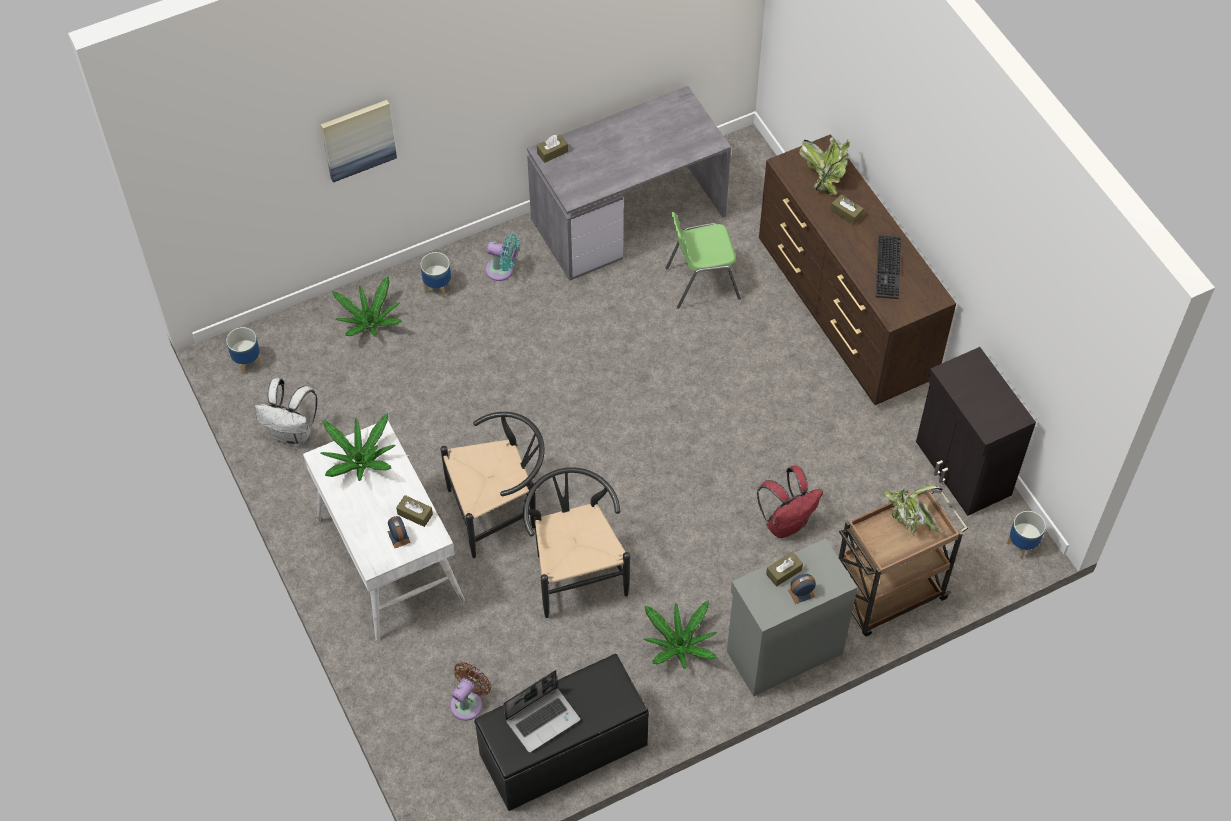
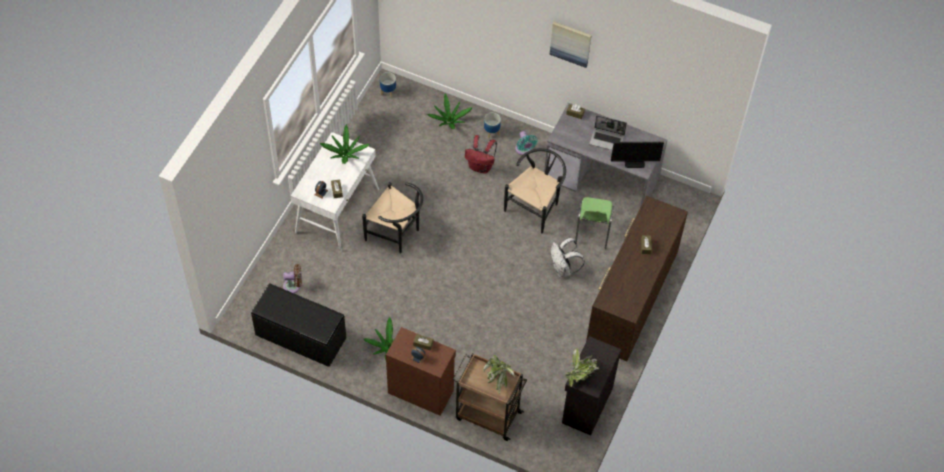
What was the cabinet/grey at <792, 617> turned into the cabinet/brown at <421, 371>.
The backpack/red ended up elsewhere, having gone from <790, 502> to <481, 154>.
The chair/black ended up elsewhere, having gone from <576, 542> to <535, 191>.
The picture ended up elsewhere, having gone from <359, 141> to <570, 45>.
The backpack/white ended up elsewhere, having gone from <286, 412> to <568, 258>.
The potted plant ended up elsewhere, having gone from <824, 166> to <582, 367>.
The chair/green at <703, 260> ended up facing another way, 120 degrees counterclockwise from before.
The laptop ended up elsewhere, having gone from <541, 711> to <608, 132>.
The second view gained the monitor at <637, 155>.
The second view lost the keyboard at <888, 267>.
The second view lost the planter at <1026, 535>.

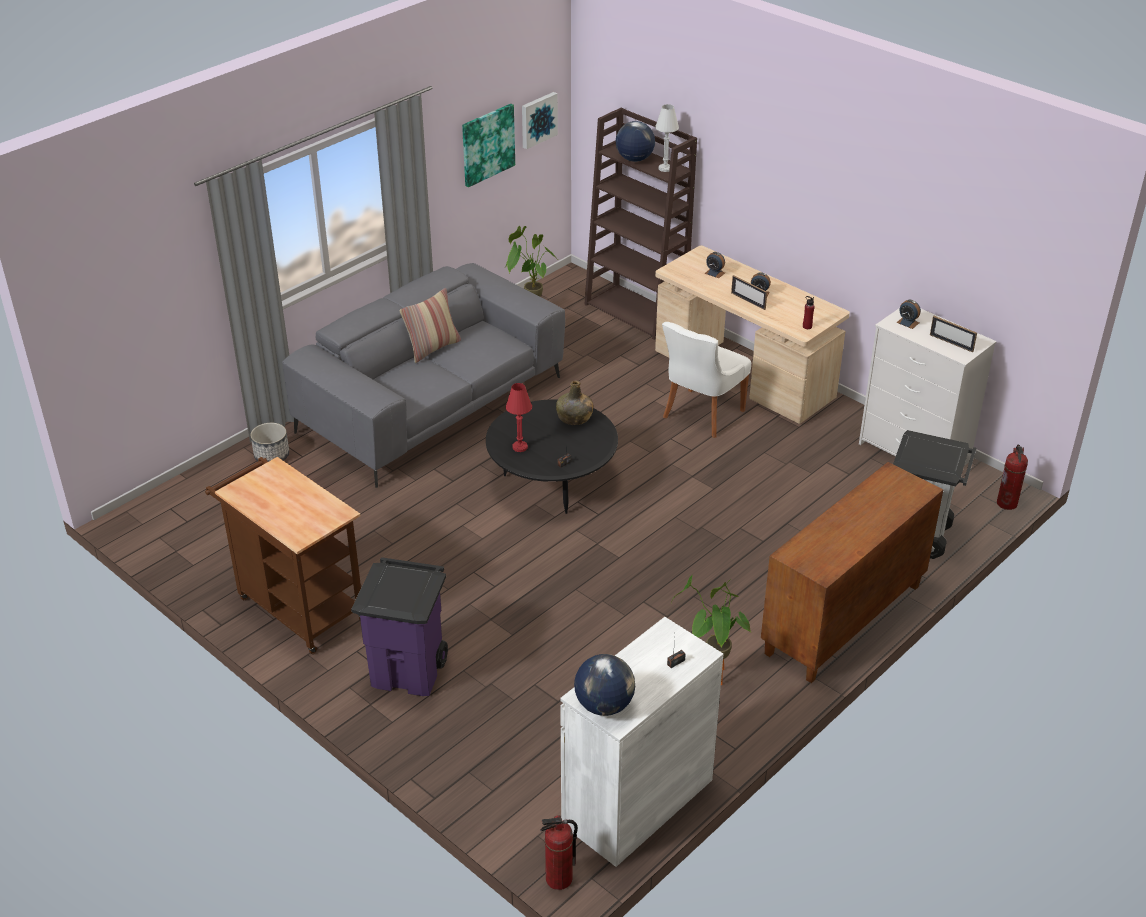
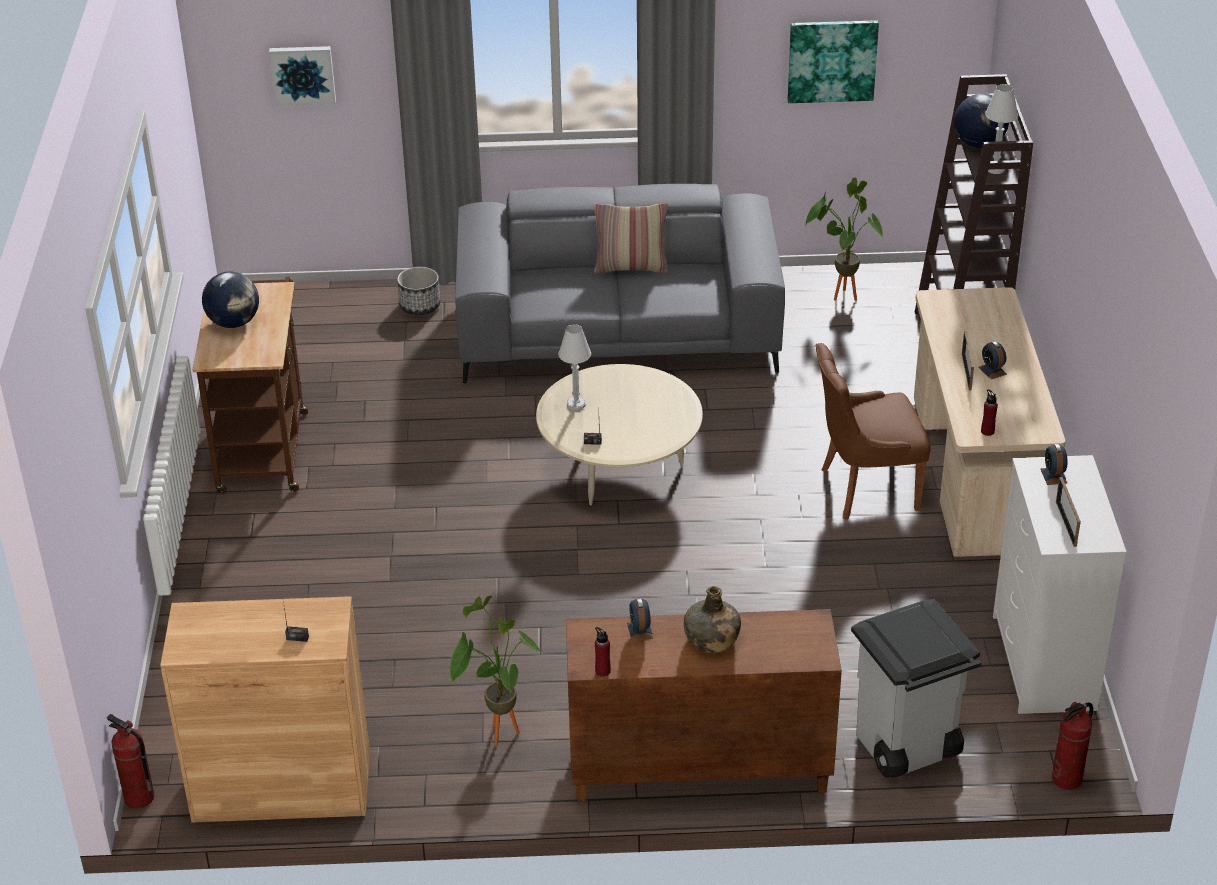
What was the cabinet/white at <641, 742> turned into the cabinet/brown at <265, 709>.
The globe ended up elsewhere, having gone from <604, 685> to <230, 299>.
The picture ended up elsewhere, having gone from <540, 120> to <302, 76>.
What was the coffee table/black at <552, 457> turned into the coffee table/beige at <619, 434>.
What was the table lamp/red at <519, 417> turned into the table lamp/white at <575, 367>.
The second view gained the bottle/red at <603, 652>.
The alarm clock ended up elsewhere, having gone from <715, 265> to <640, 619>.
The bottle/green ended up elsewhere, having gone from <574, 403> to <712, 619>.
What was the chair/white at <706, 380> turned into the chair/brown at <873, 431>.
The second view lost the trash can/purple at <399, 626>.

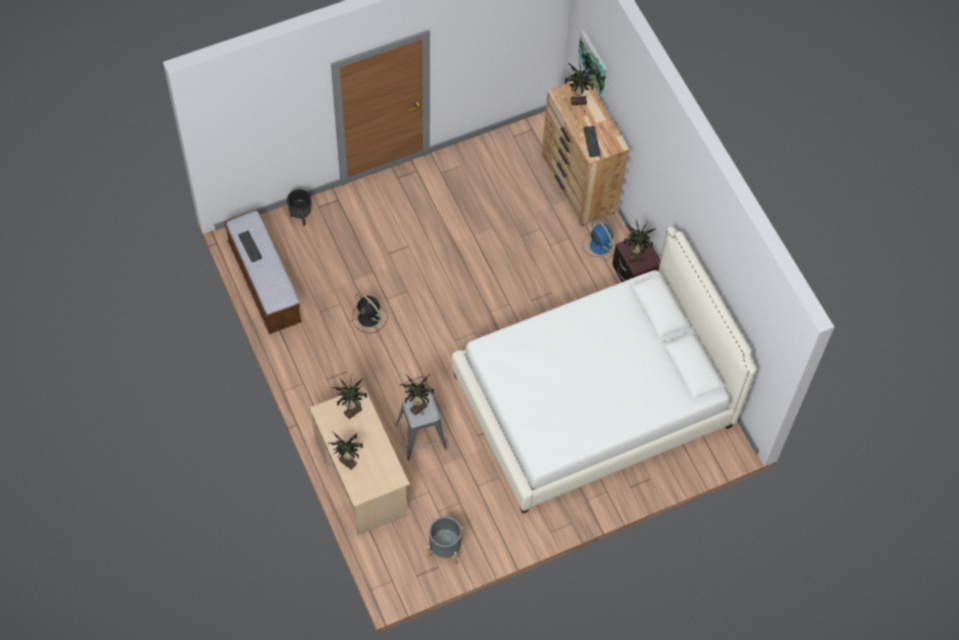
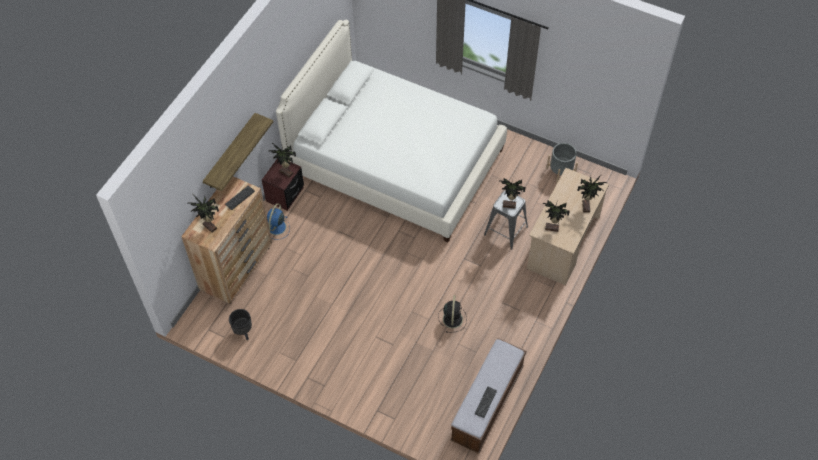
The second view gained the shelf at <238, 152>.
The planter/black ended up elsewhere, having gone from <299, 207> to <240, 324>.
The second view lost the picture at <592, 62>.

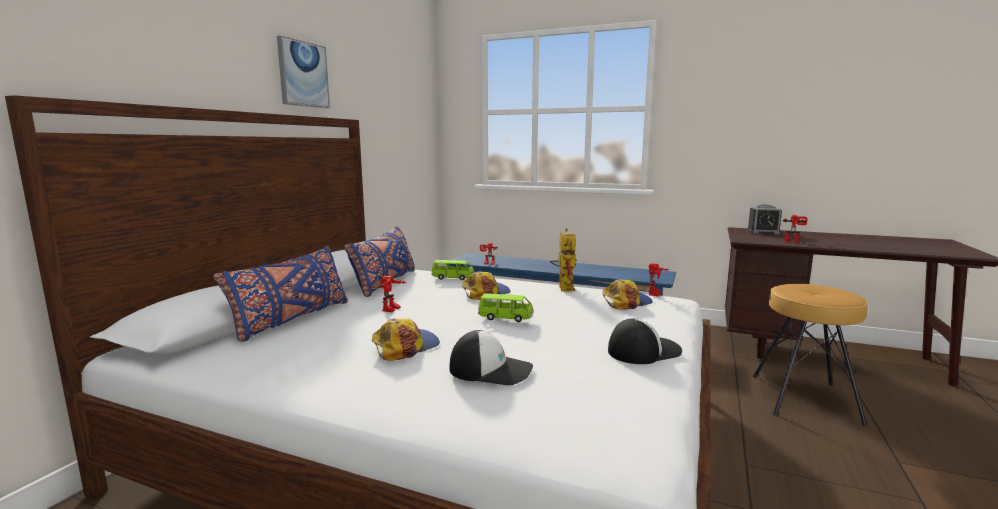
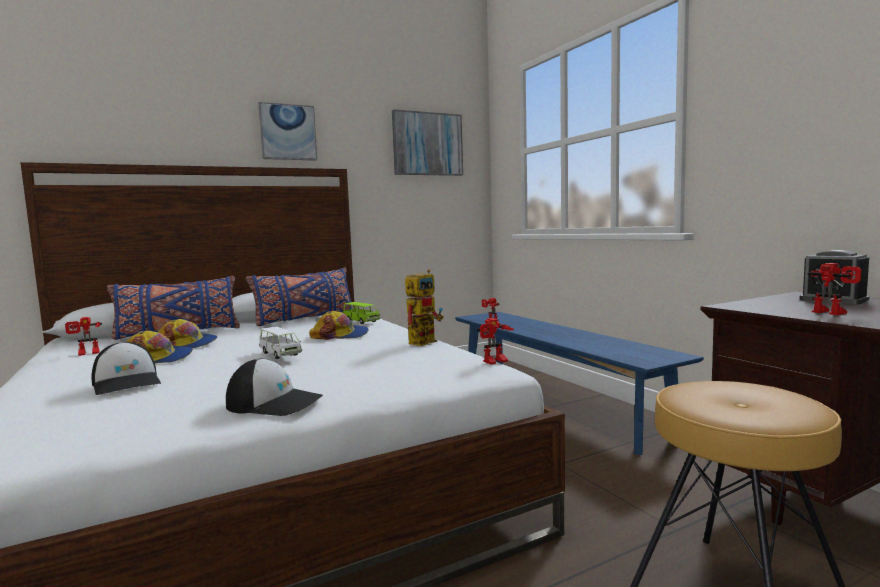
The toy robot ended up elsewhere, having gone from <392, 294> to <83, 336>.
The cap ended up elsewhere, having gone from <627, 294> to <188, 333>.
What was the toy car/green at <506, 307> turned into the toy car/white at <280, 343>.
The second view gained the picture at <427, 142>.

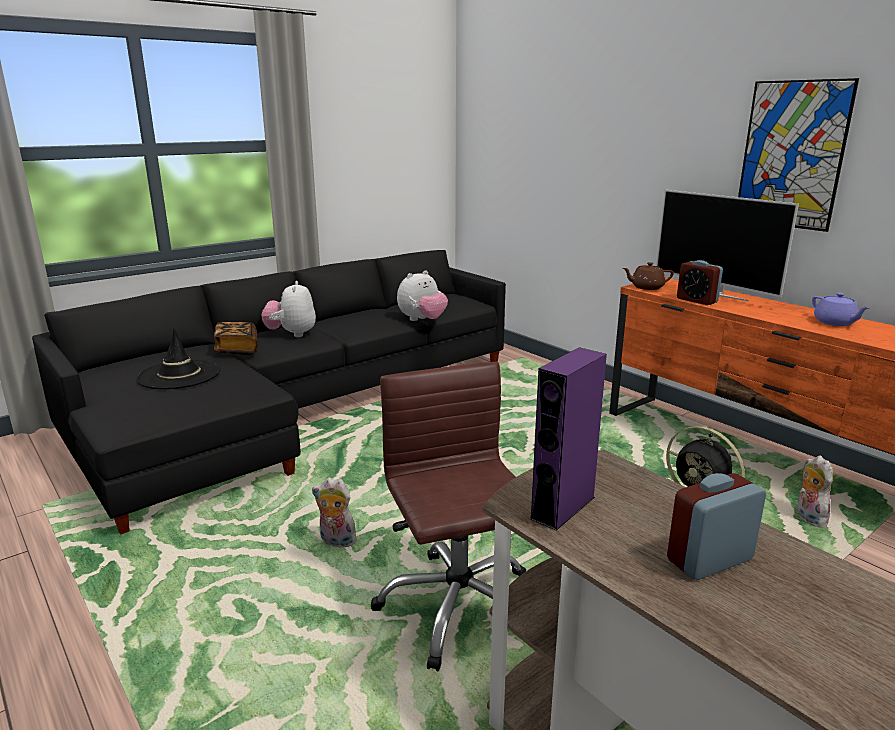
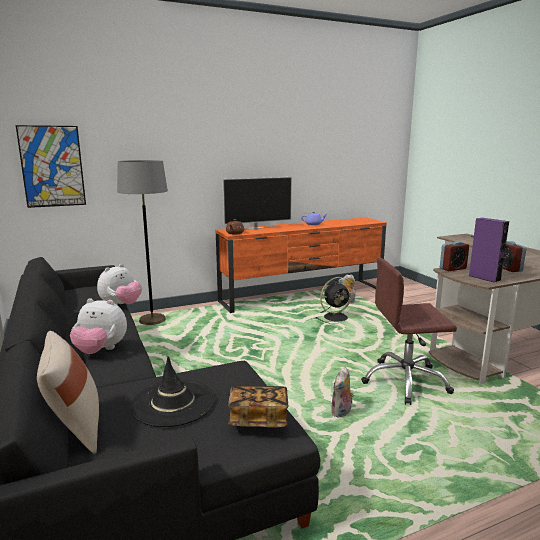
The picture ended up elsewhere, having gone from <798, 155> to <51, 166>.
The second view gained the pillow/beige at <68, 392>.
The plush toy at <422, 295> ended up facing another way, 60 degrees clockwise from before.
The second view gained the floor lamp/grey at <142, 242>.
The book ended up elsewhere, having gone from <236, 338> to <258, 407>.
The alarm clock ended up elsewhere, having gone from <700, 282> to <454, 256>.

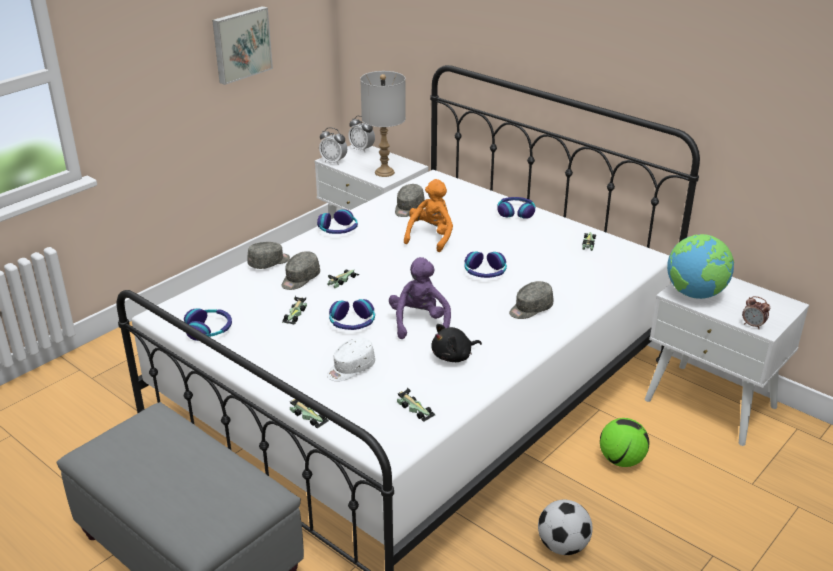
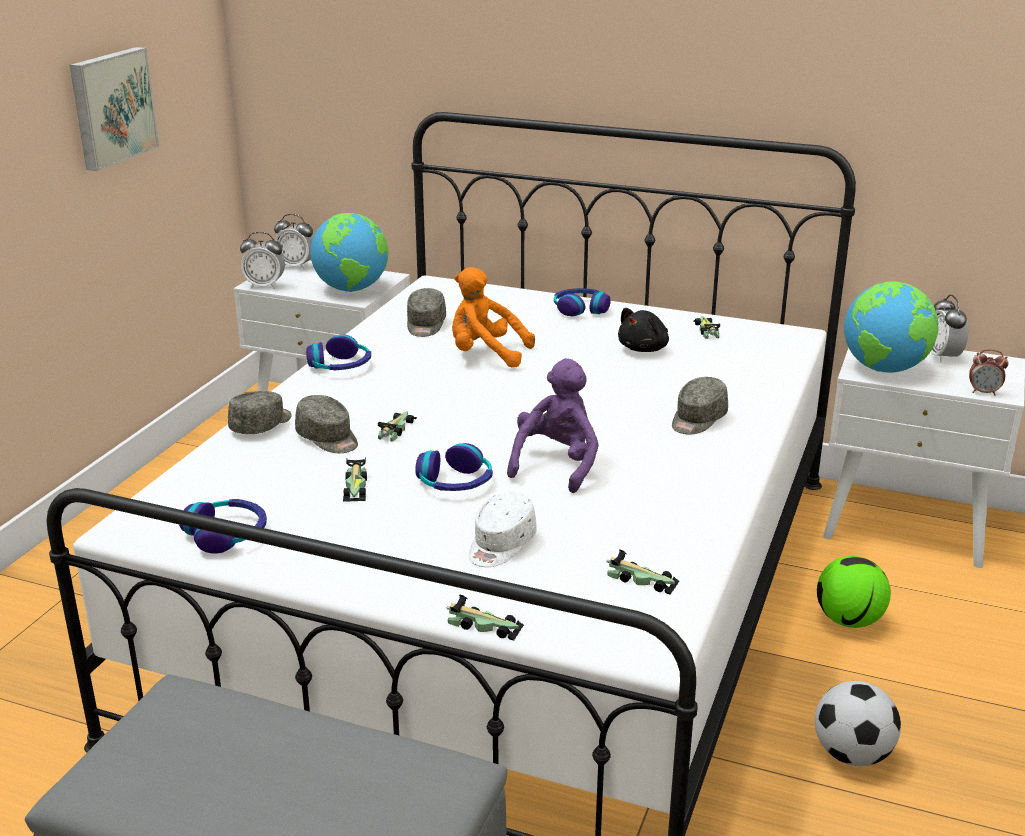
The cap/grey at <301, 270> ended up facing another way, 60 degrees counterclockwise from before.
Where the table lamp/grey stood at <383, 124>, the globe came to stand at <350, 252>.
The plush toy/orange at <428, 215> ended up facing another way, 75 degrees counterclockwise from before.
The plush toy/purple at <420, 298> ended up facing another way, 45 degrees clockwise from before.
The plush toy/black ended up elsewhere, having gone from <456, 343> to <643, 330>.
The second view gained the alarm clock at <950, 329>.
The second view lost the headphones at <485, 264>.

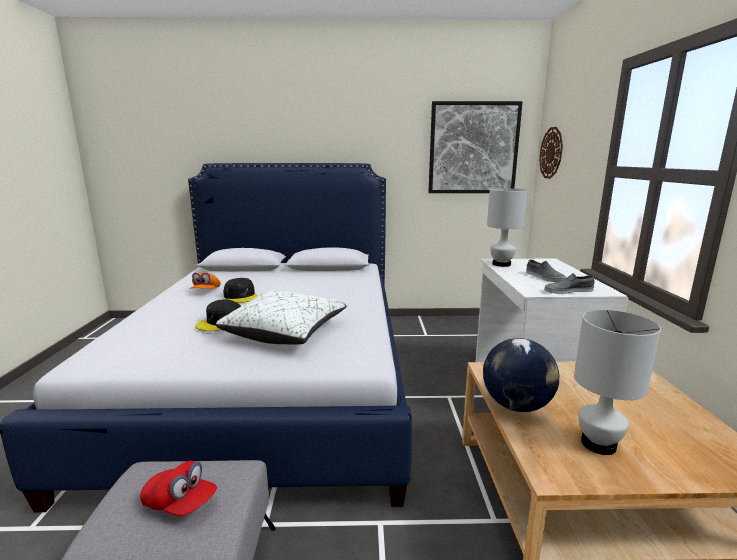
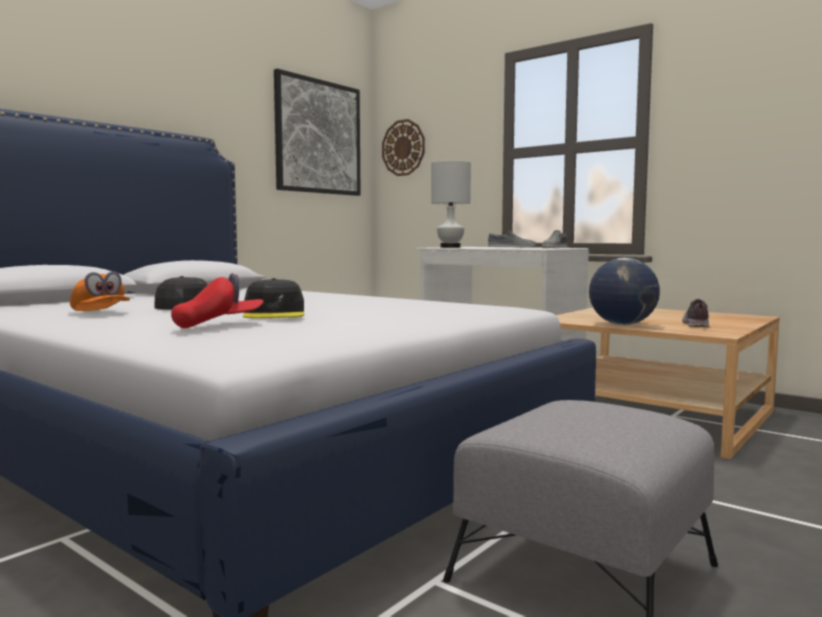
The cap/red ended up elsewhere, having gone from <178, 488> to <217, 300>.
Where the table lamp/white stood at <617, 382>, the shoe came to stand at <695, 313>.
The second view lost the pillow/white at <282, 318>.

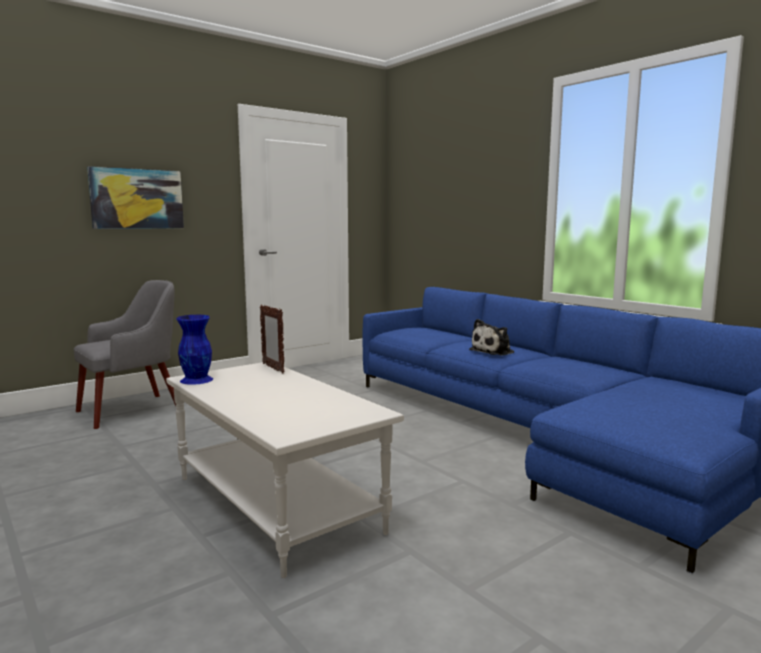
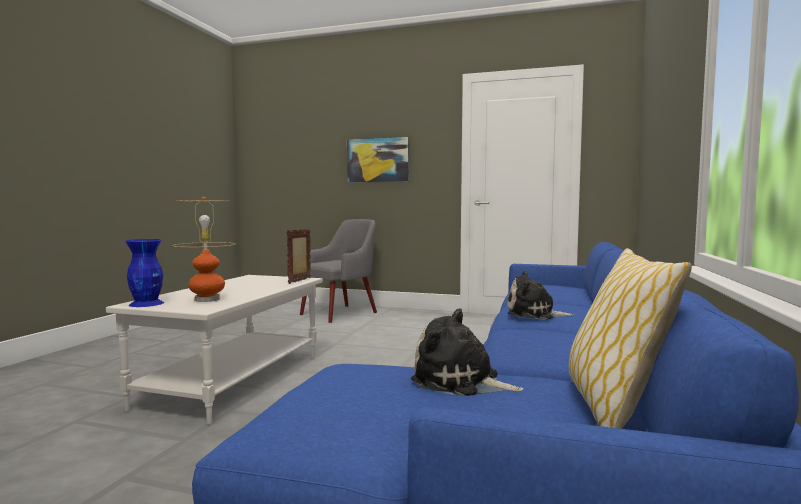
The vase/blue ended up elsewhere, having gone from <194, 350> to <144, 273>.
The second view gained the table lamp at <204, 249>.
The armchair/grey at <125, 354> ended up facing another way, 60 degrees counterclockwise from before.
The second view gained the plush toy at <467, 352>.
The second view gained the pillow at <630, 338>.

